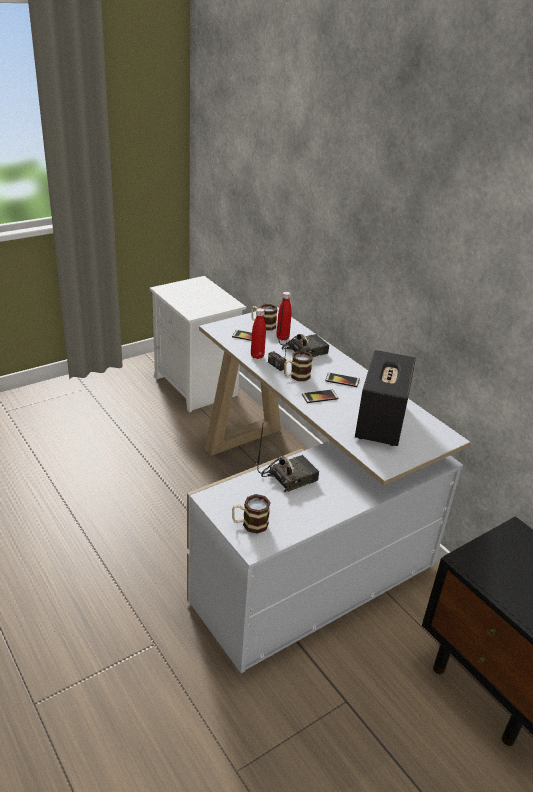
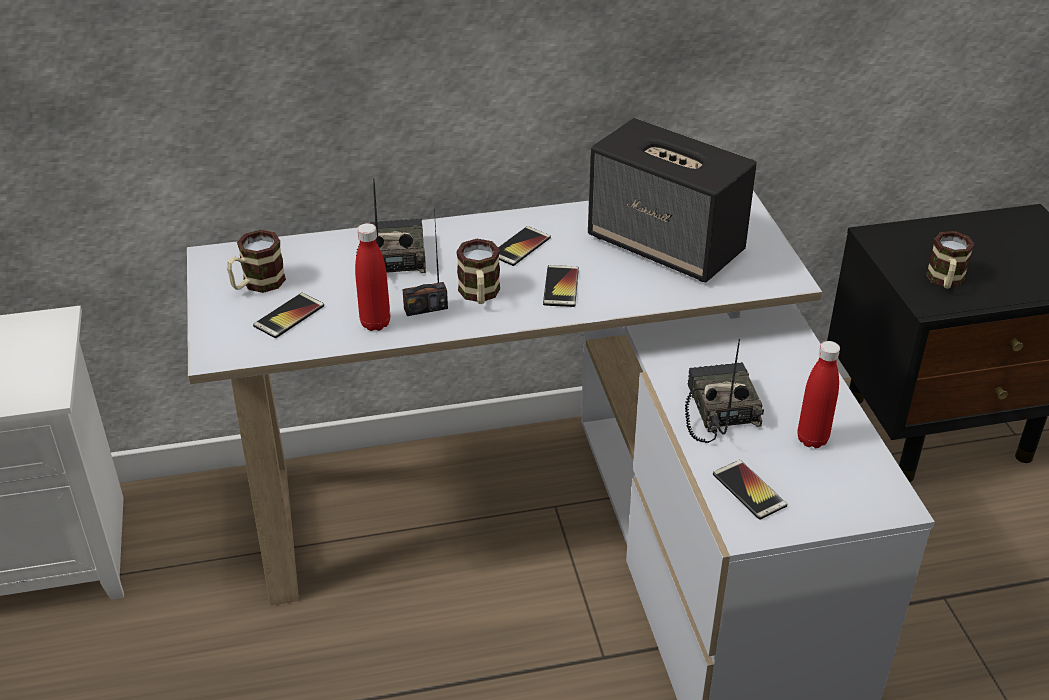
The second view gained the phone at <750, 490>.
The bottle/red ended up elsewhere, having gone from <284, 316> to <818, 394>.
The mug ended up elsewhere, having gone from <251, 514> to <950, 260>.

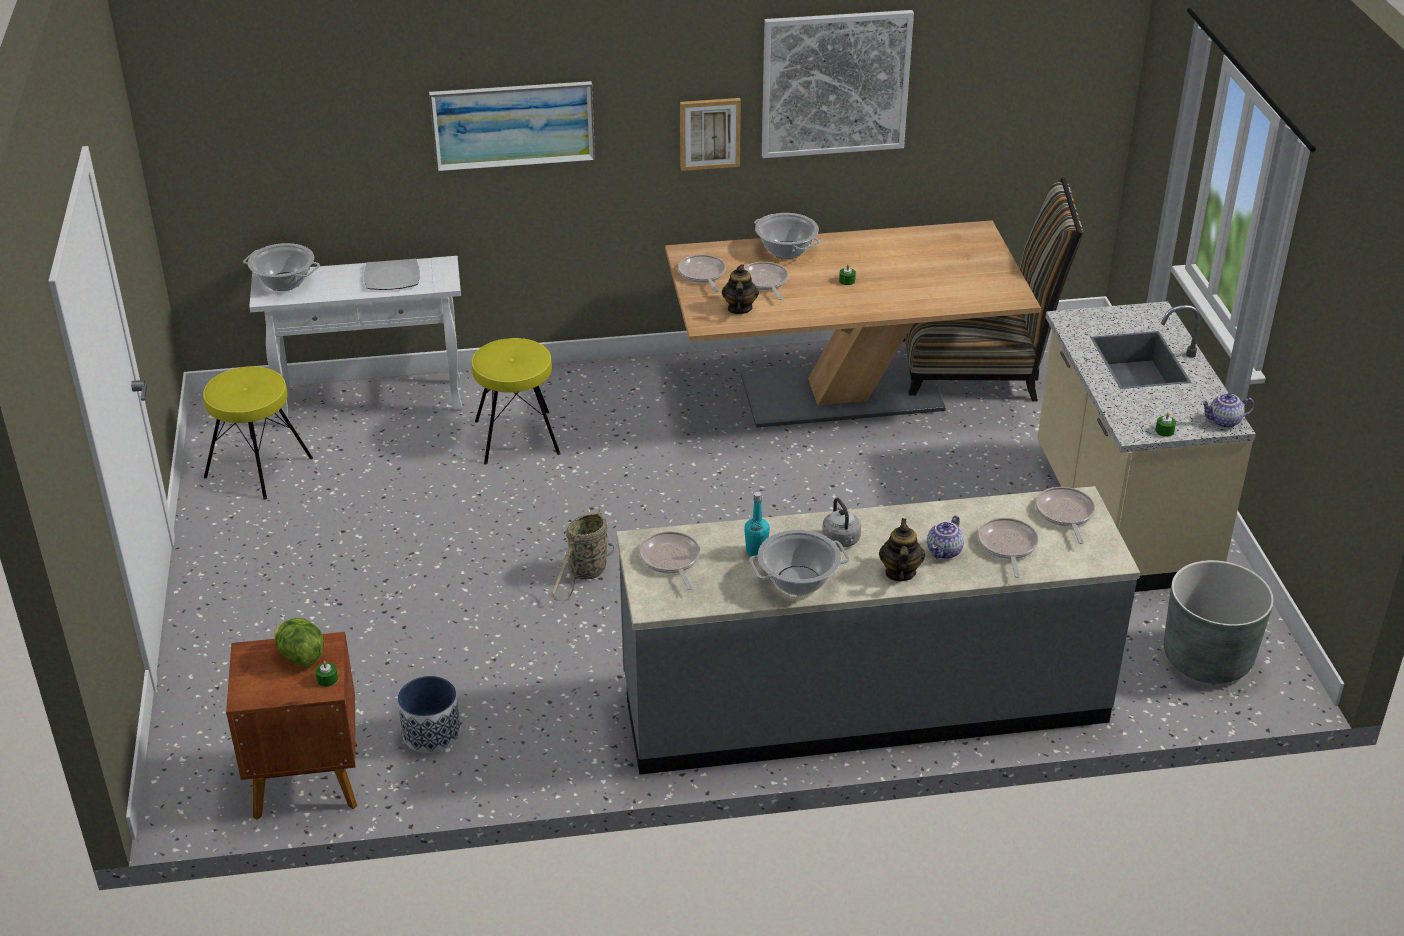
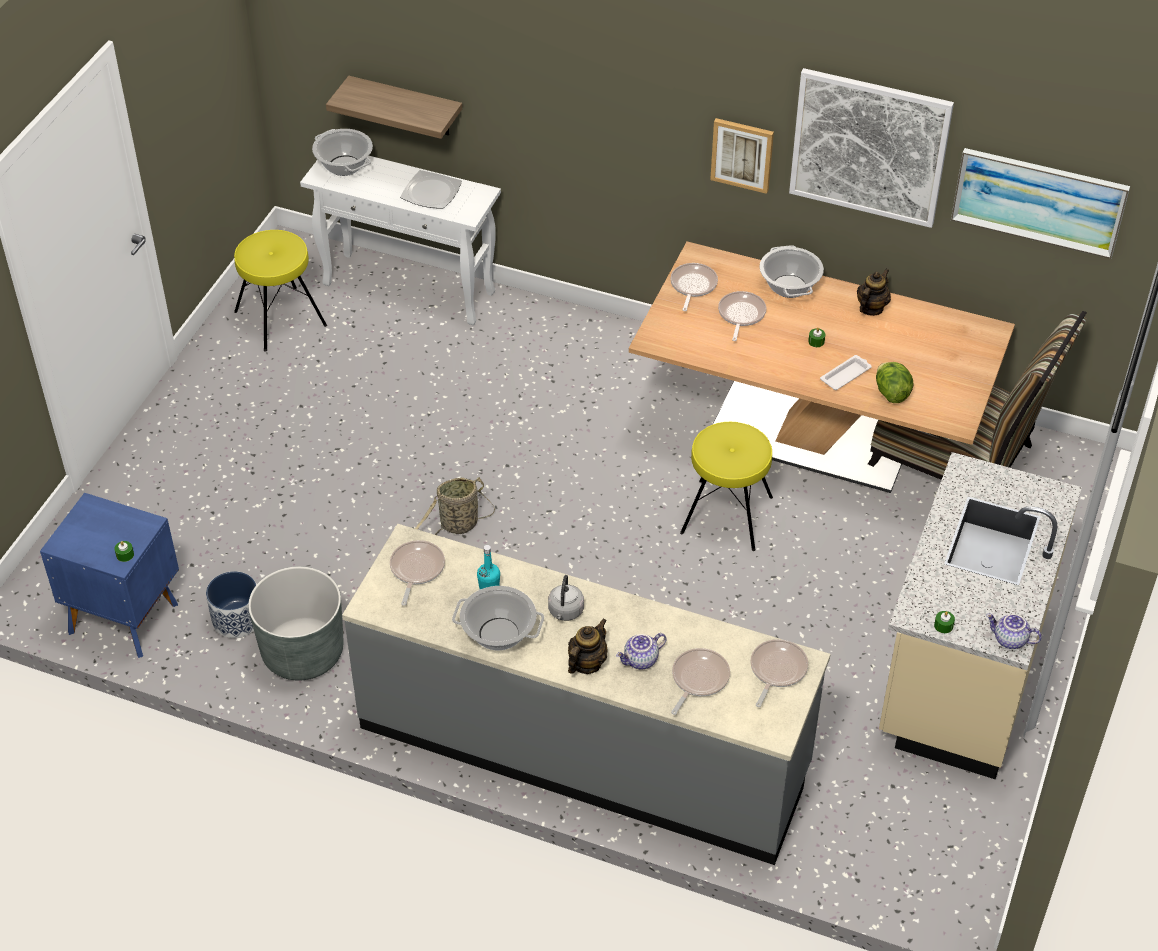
What was the nightstand/brown at <291, 726> turned into the nightstand/blue at <109, 575>.
The planter/grey ended up elsewhere, having gone from <1219, 622> to <295, 623>.
The second view gained the shelf at <394, 107>.
The stool/yellow ended up elsewhere, having gone from <516, 401> to <726, 486>.
The second view gained the tray/white at <846, 372>.
The teapot ended up elsewhere, having gone from <740, 289> to <874, 292>.
The lettuce ended up elsewhere, having gone from <299, 642> to <895, 382>.
The picture ended up elsewhere, having gone from <512, 126> to <1040, 203>.

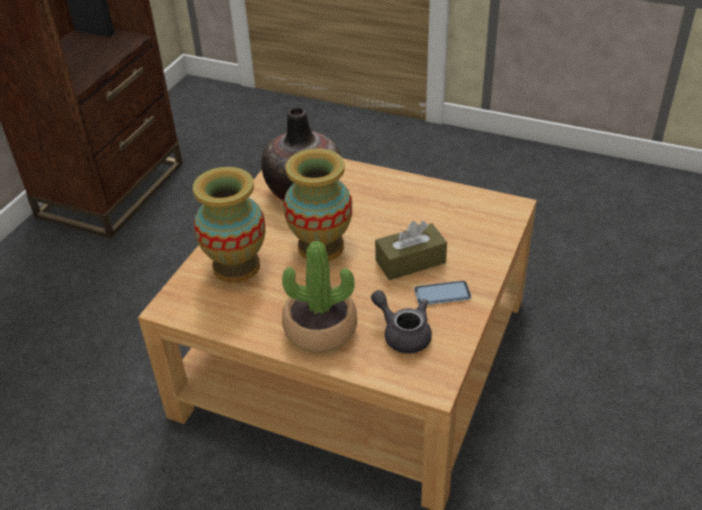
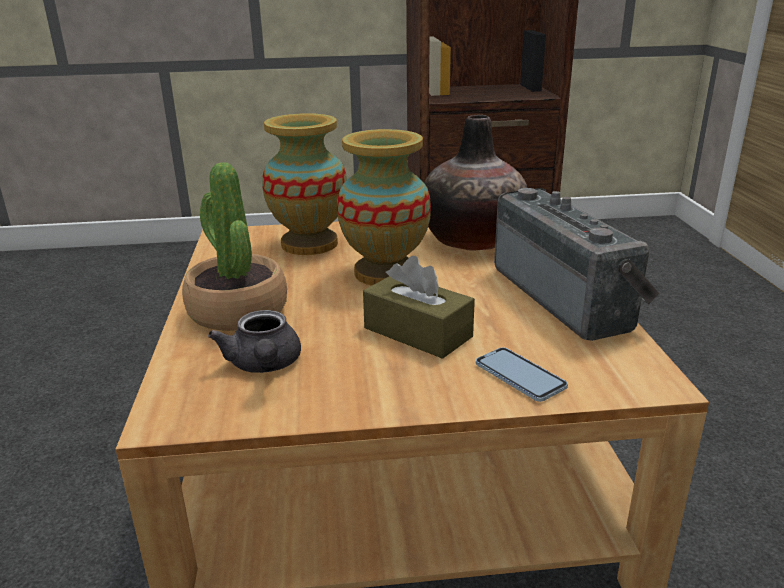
The teapot/grey at <401, 321> ended up facing another way, 150 degrees clockwise from before.
The phone ended up elsewhere, having gone from <442, 292> to <522, 374>.
The second view gained the radio at <576, 264>.

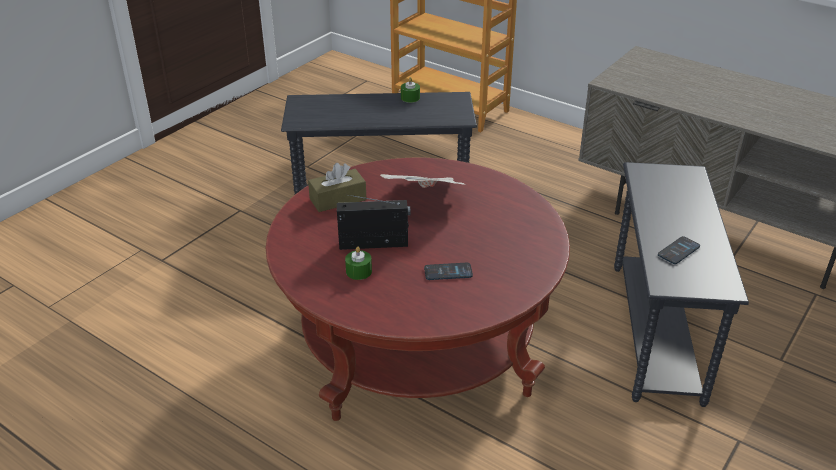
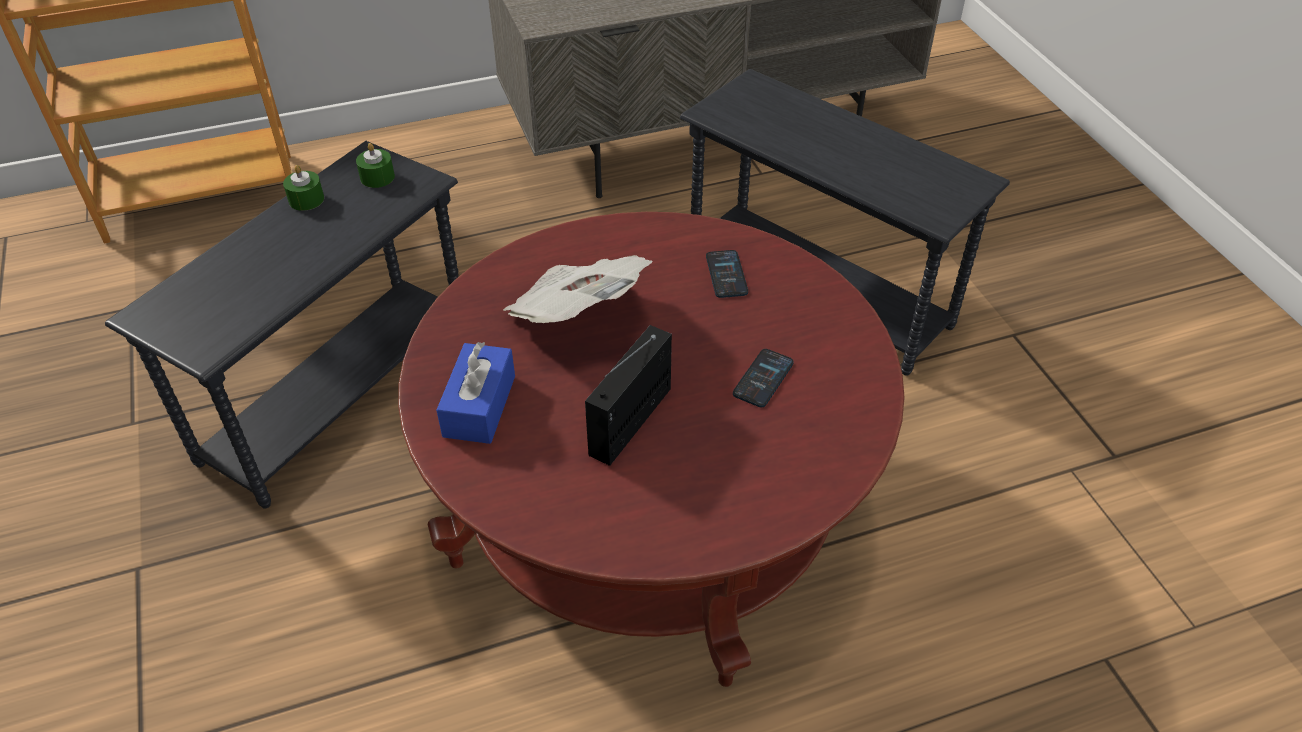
The candle/green ended up elsewhere, having gone from <358, 263> to <375, 165>.
What was the tissue box/brown at <337, 187> turned into the tissue box/blue at <475, 393>.
The phone ended up elsewhere, having gone from <679, 250> to <727, 274>.

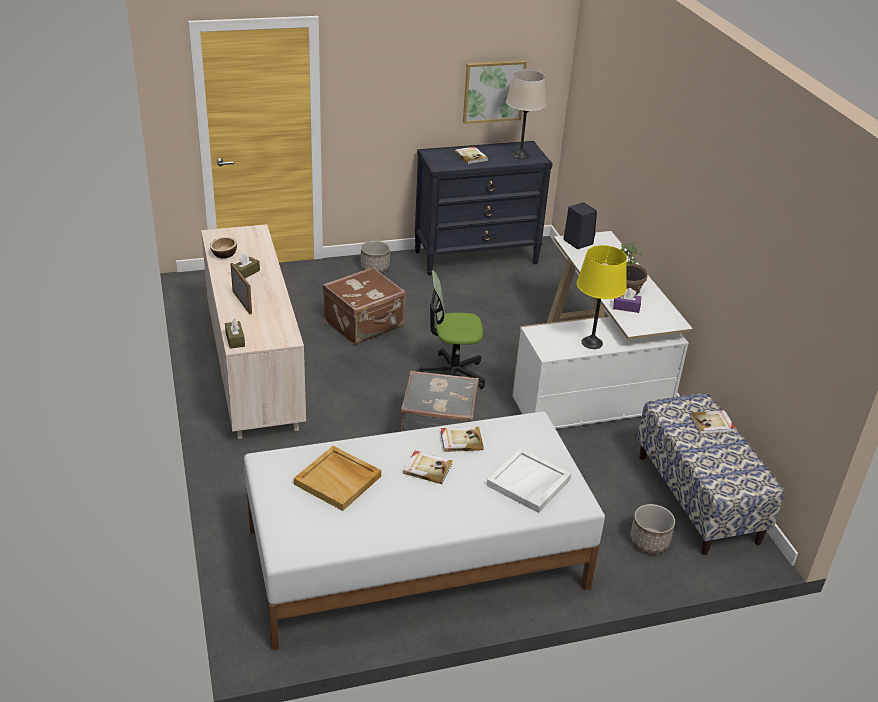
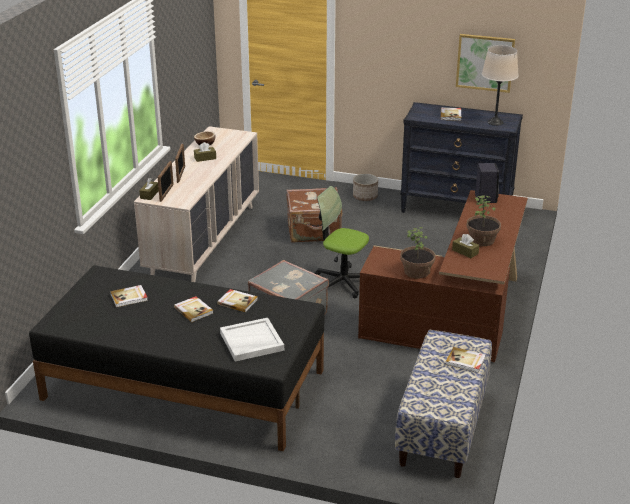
What was the bed/white at <424, 531> turned into the bed/black at <176, 358>.
Where the tray/beige stood at <337, 478>, the book came to stand at <129, 296>.
The second view gained the picture frame at <166, 181>.
What was the desk/white at <602, 330> turned into the desk/brown at <443, 276>.
Where the table lamp/yellow stood at <602, 297>, the potted plant came to stand at <417, 253>.
What was the tissue box/purple at <627, 300> turned into the tissue box/brown at <465, 246>.
The second view lost the planter at <652, 529>.

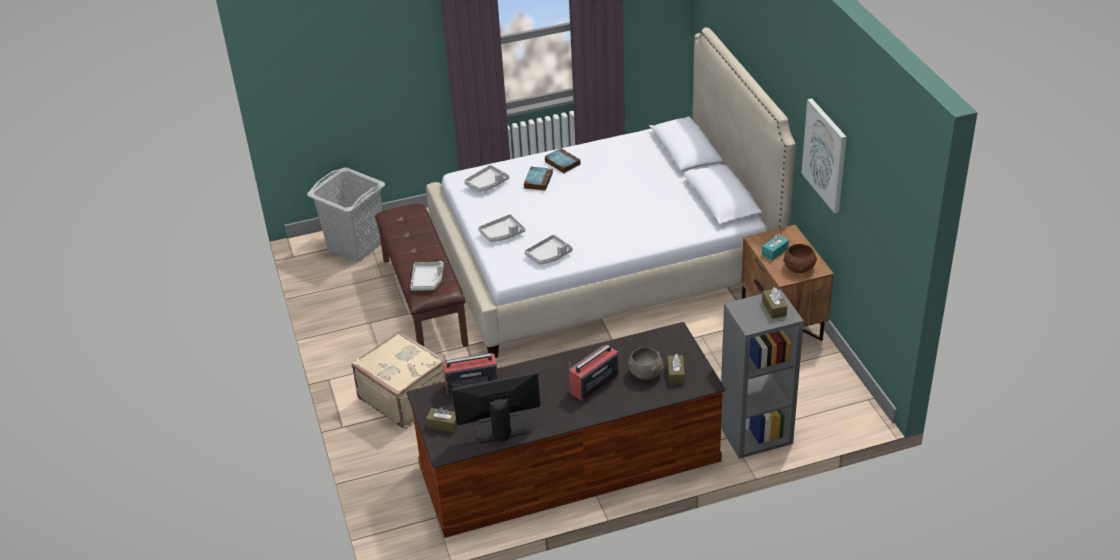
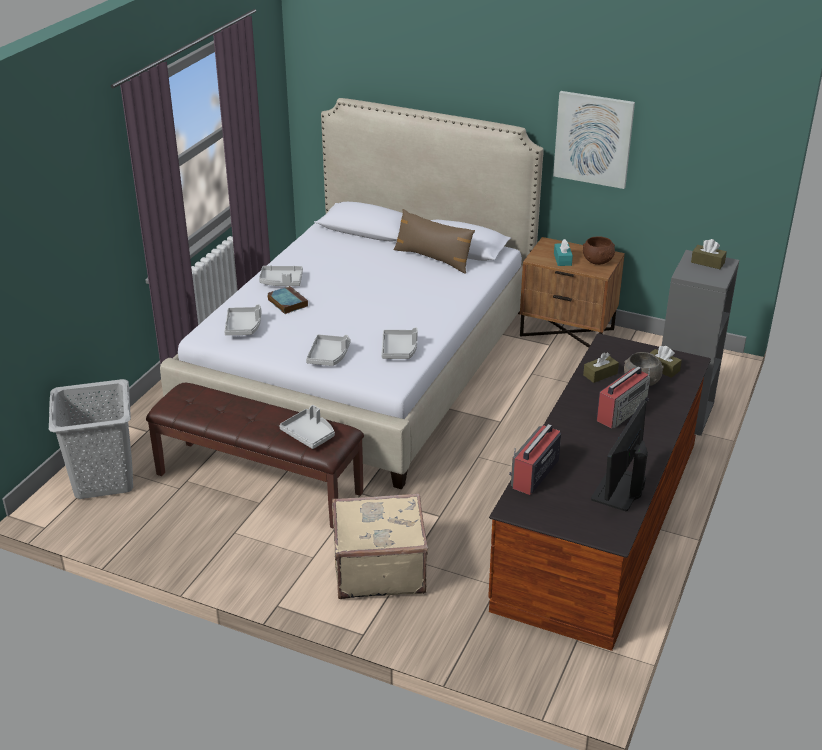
Where the book stood at <562, 160>, the tray/grey came to stand at <281, 276>.
The second view gained the pillow/brown at <434, 241>.
The tissue box/brown ended up elsewhere, having gone from <442, 419> to <601, 368>.
The radio at <593, 373> ended up facing another way, 135 degrees counterclockwise from before.

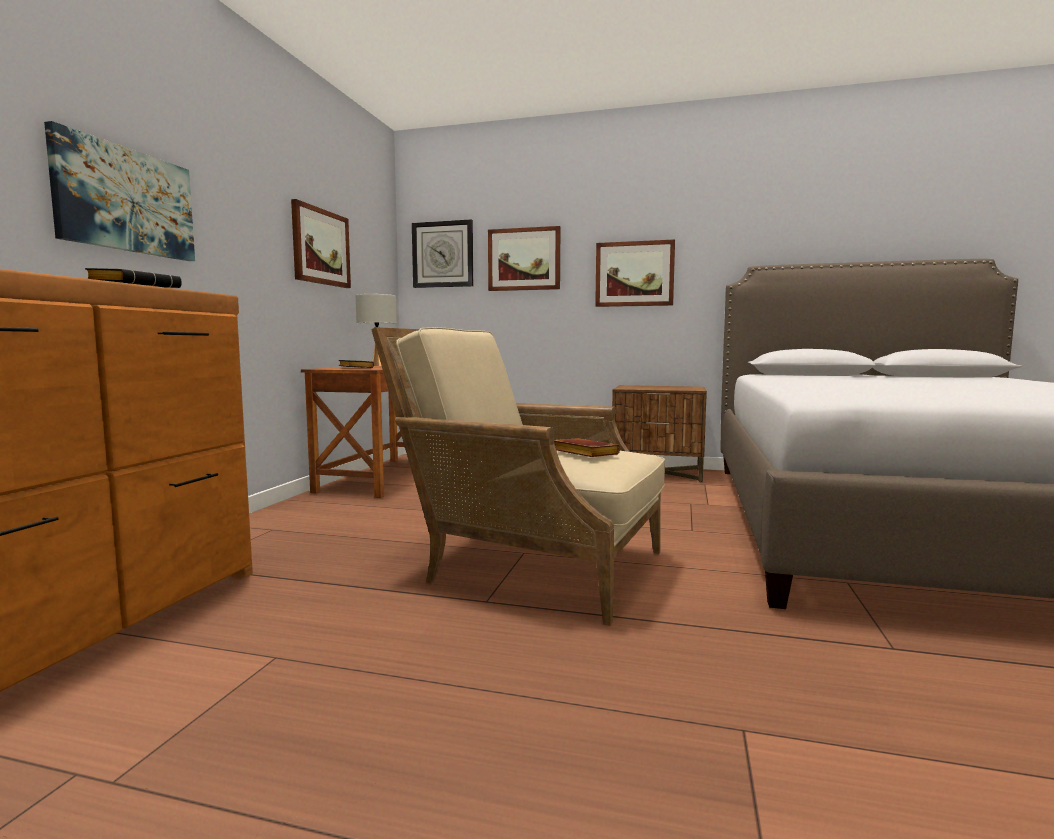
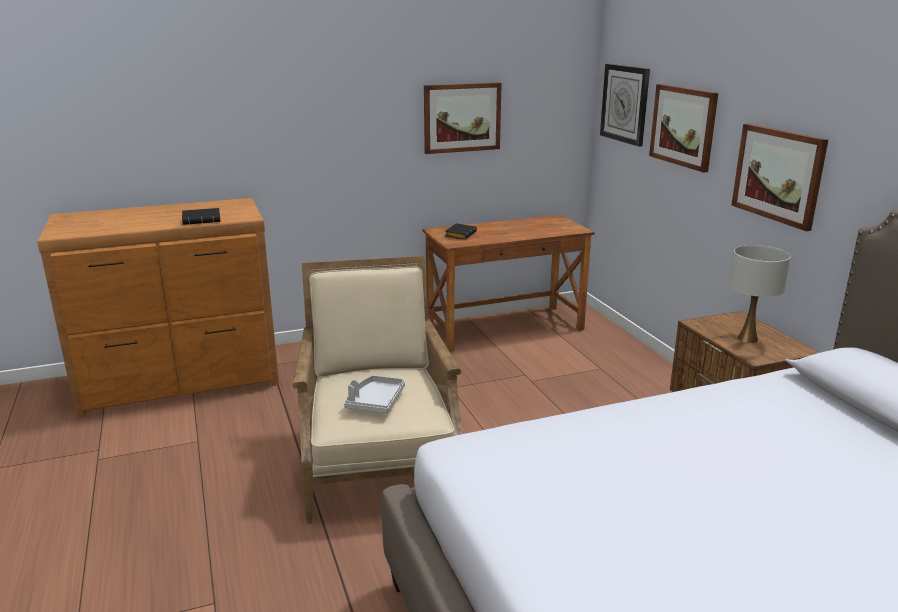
Where the book/brown stood at <587, 447>, the tray/grey came to stand at <374, 394>.
The table lamp/white ended up elsewhere, having gone from <376, 330> to <760, 294>.
The second view lost the picture at <119, 191>.

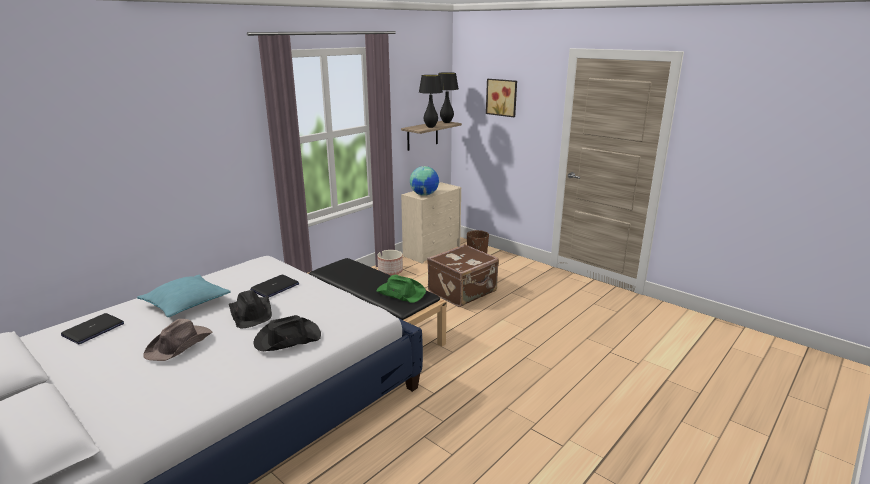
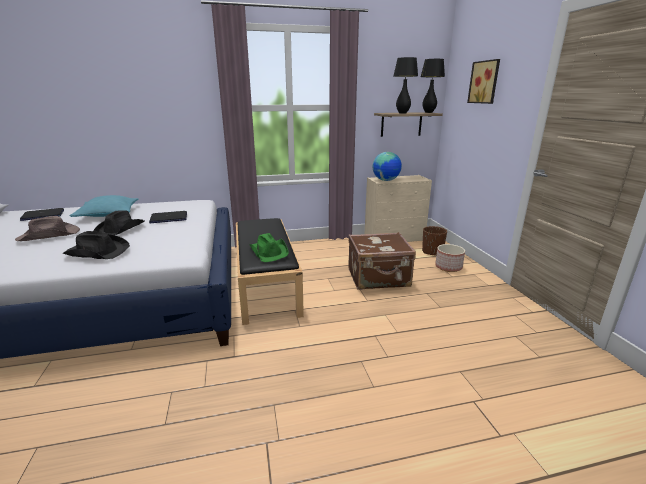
The planter ended up elsewhere, having gone from <390, 263> to <450, 258>.

